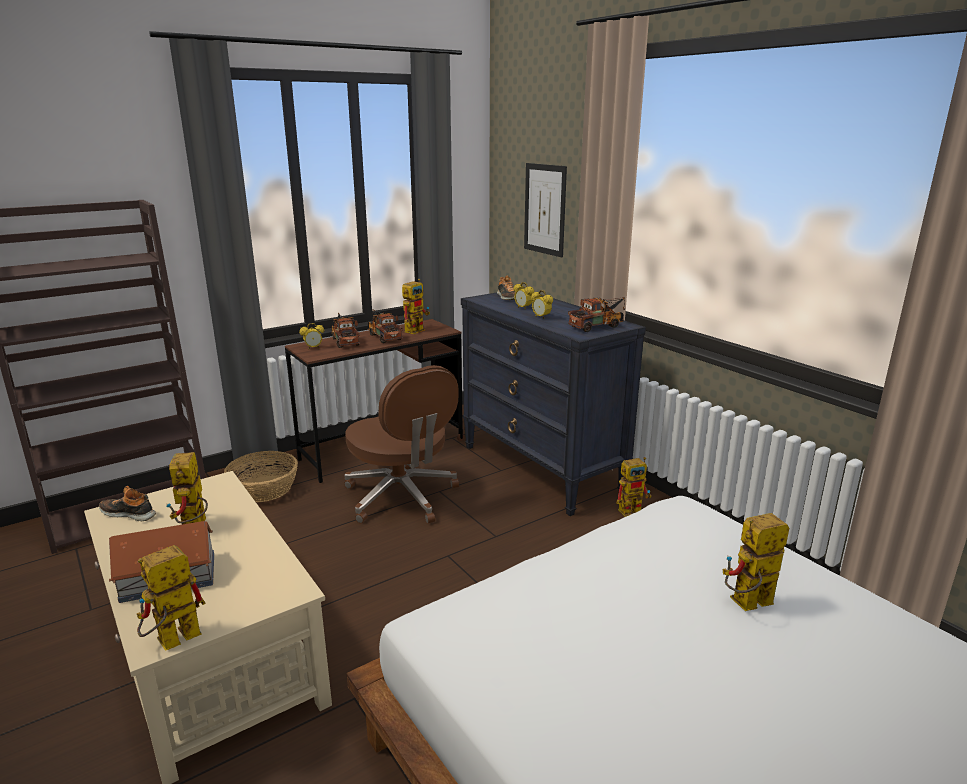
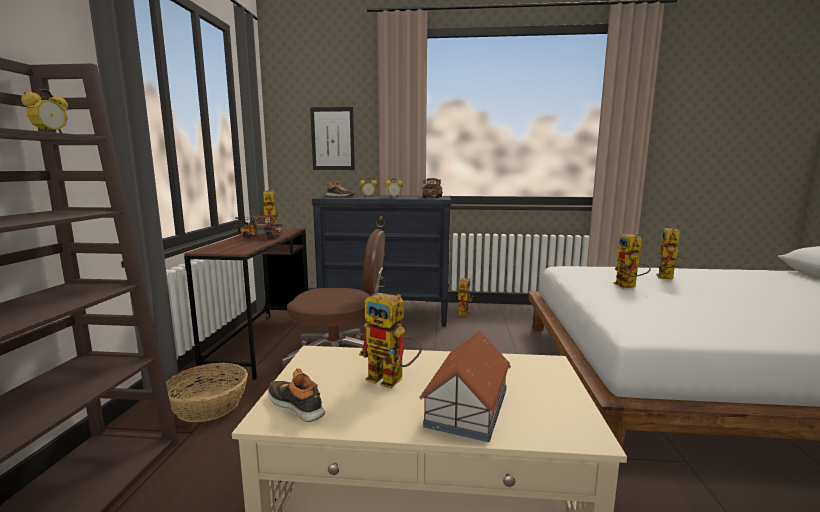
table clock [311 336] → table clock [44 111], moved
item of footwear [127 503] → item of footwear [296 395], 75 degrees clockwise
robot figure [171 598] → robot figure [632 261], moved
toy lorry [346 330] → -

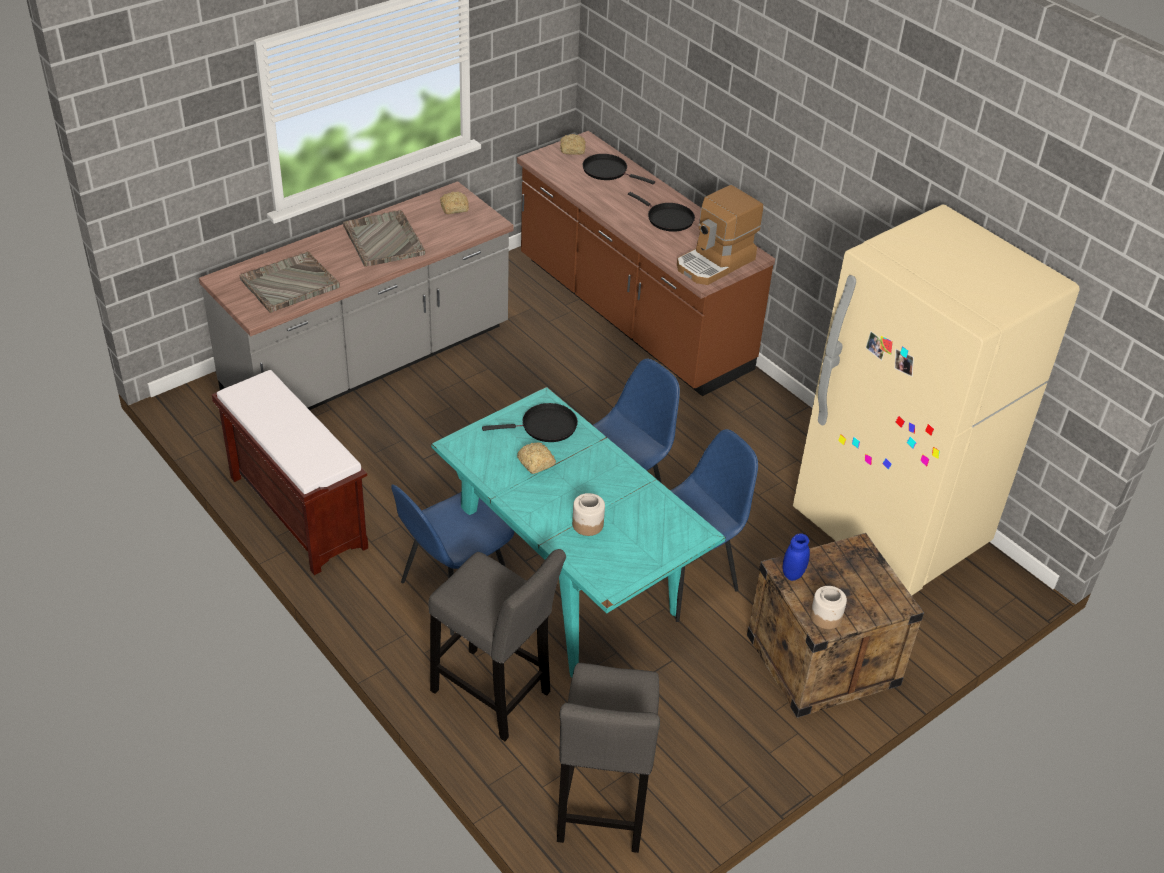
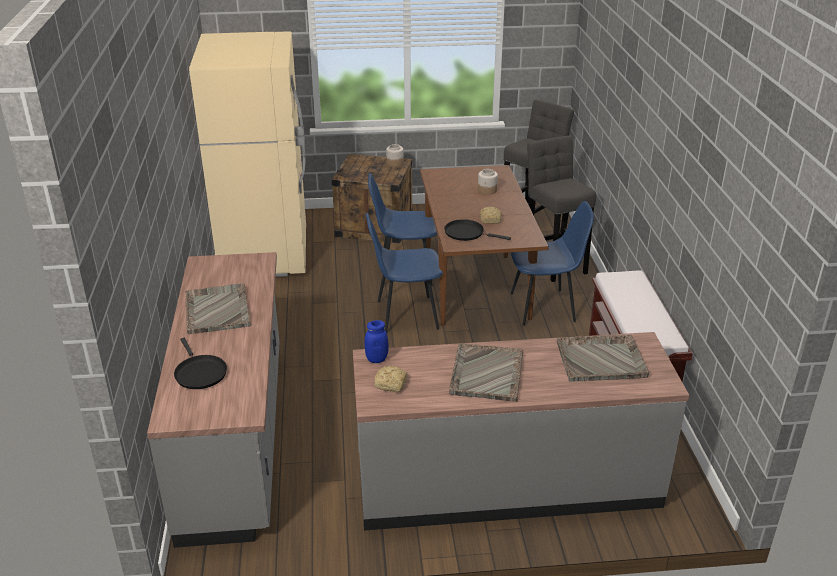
brown kitchen base unit [646 263] → grey kitchen base unit [213 400]
black frying pan [661 212] → grey serving tray [218 308]
blue storage jar [796 557] → blue storage jar [376 341], moved
turquoise kitchen table [578 532] → brown kitchen table [484 245]
bread [573 144] → -
coffee brewer [720 235] → -

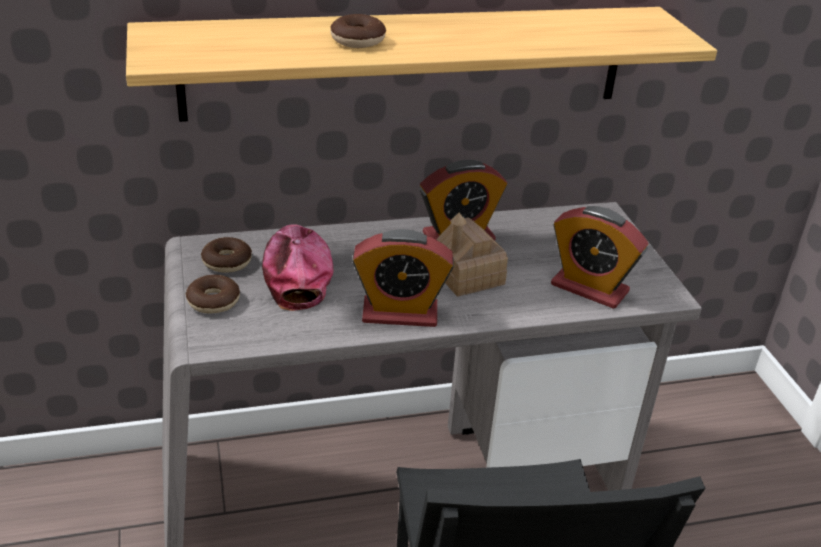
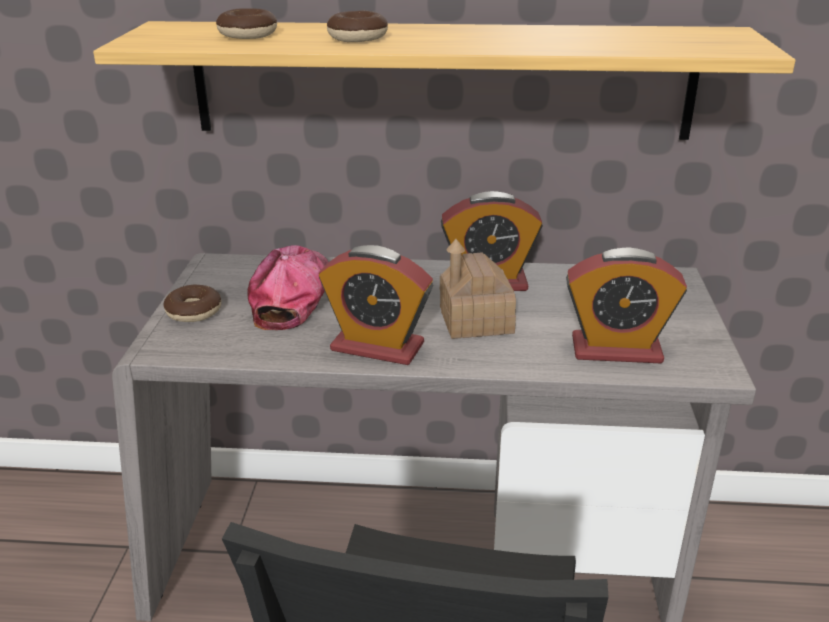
doughnut [226 255] → doughnut [246 23], moved
table clock [600 257] → table clock [626 305], 45 degrees counterclockwise

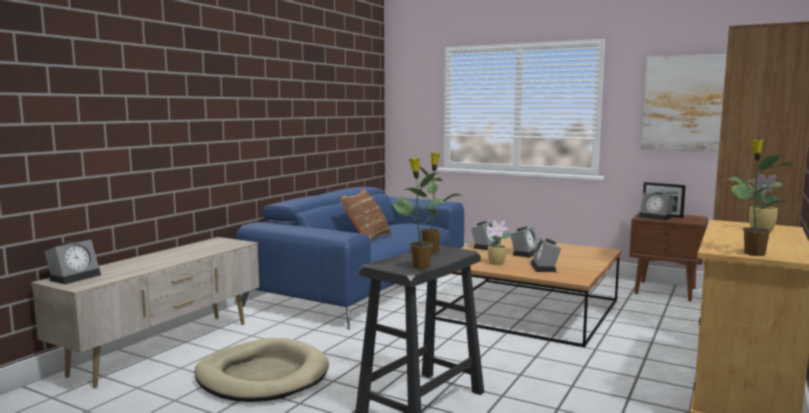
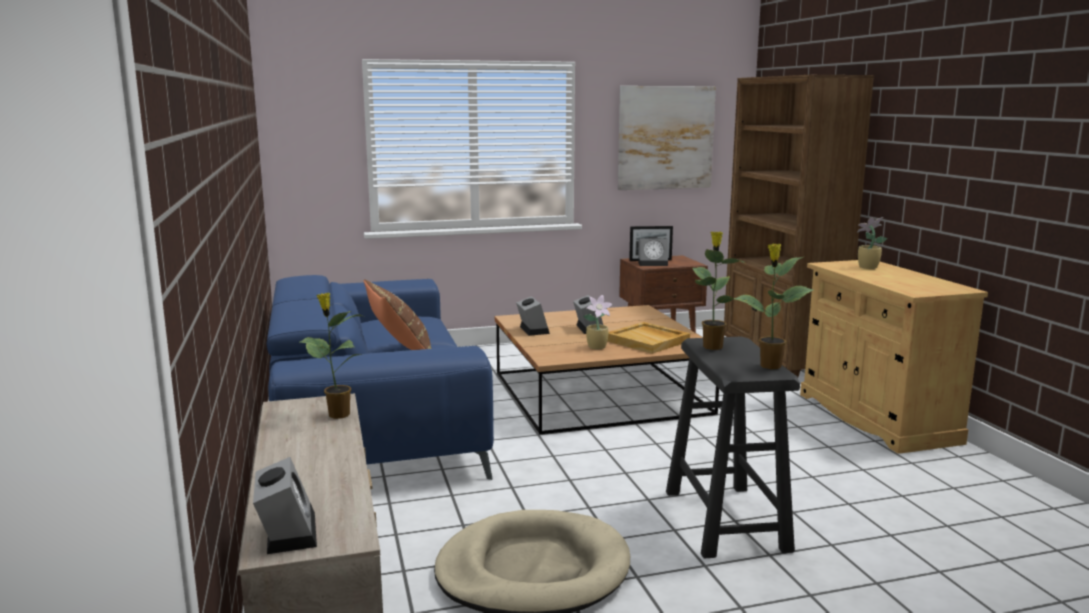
houseplant [761 197] → houseplant [331 356], moved
table clock [546 254] → beige serving tray [649 338]

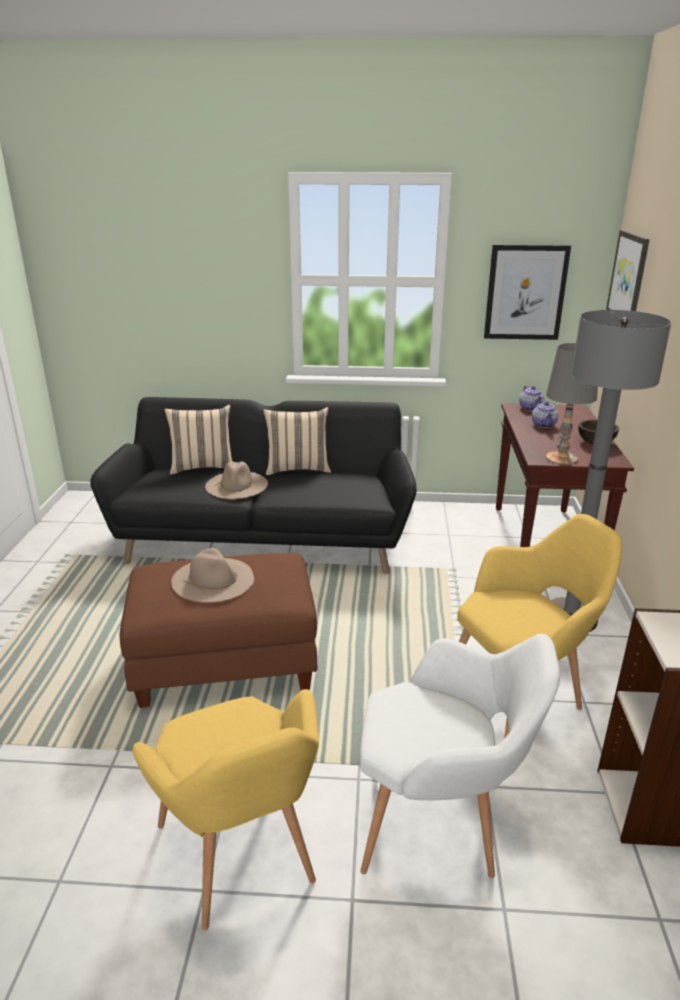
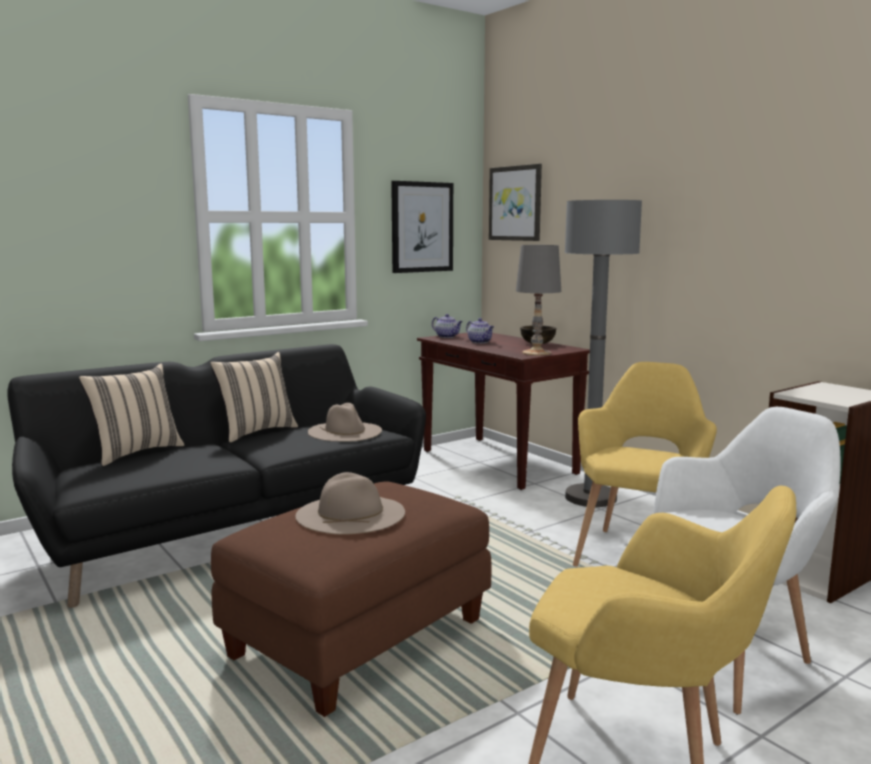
beige hat [236 480] → beige hat [345 422], moved

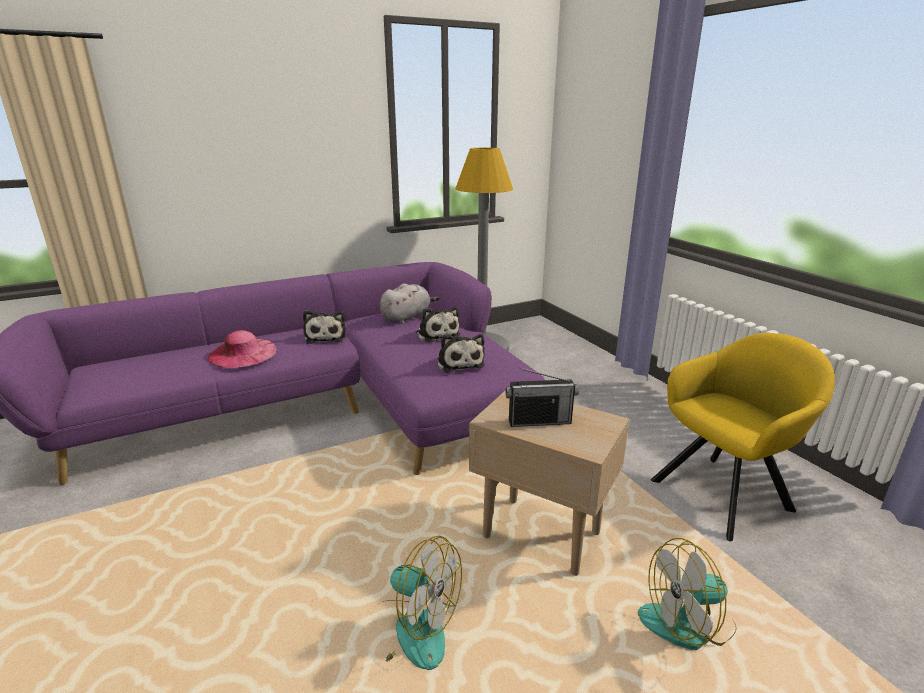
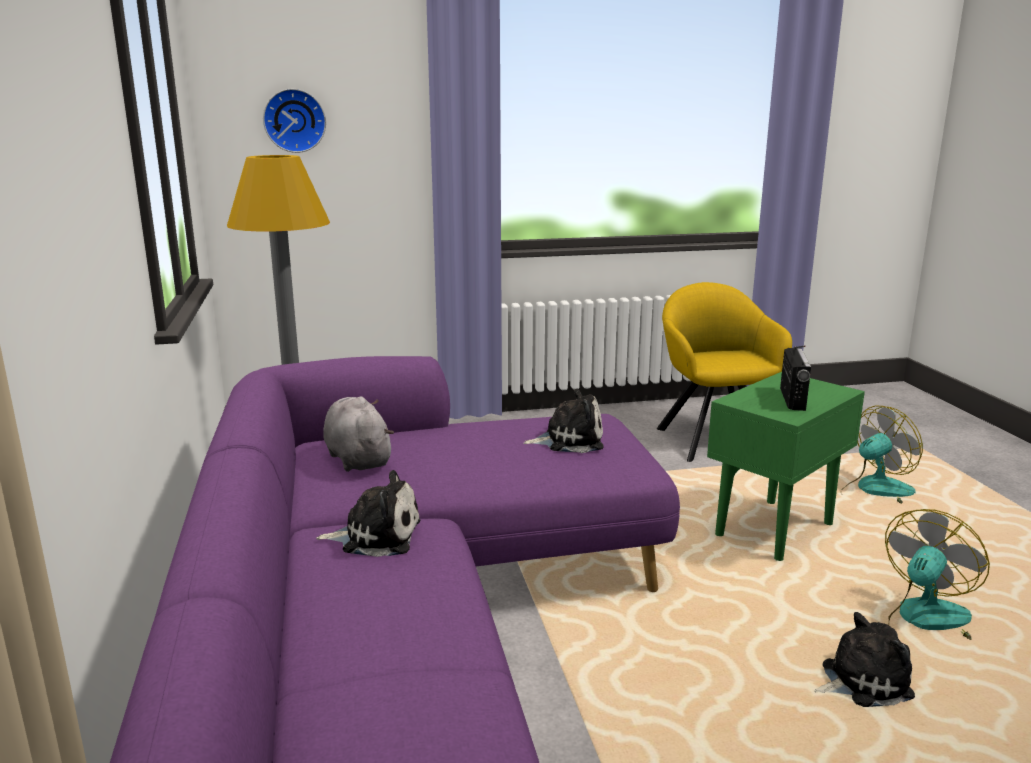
- → hanging clock [294 121]
beige side table [549 481] → greenish side table [786 466]
soft toy [438 325] → soft toy [864 659], moved
fan [687 594] → fan [882 454], 120 degrees counterclockwise
pink-coloured hat [242 349] → -

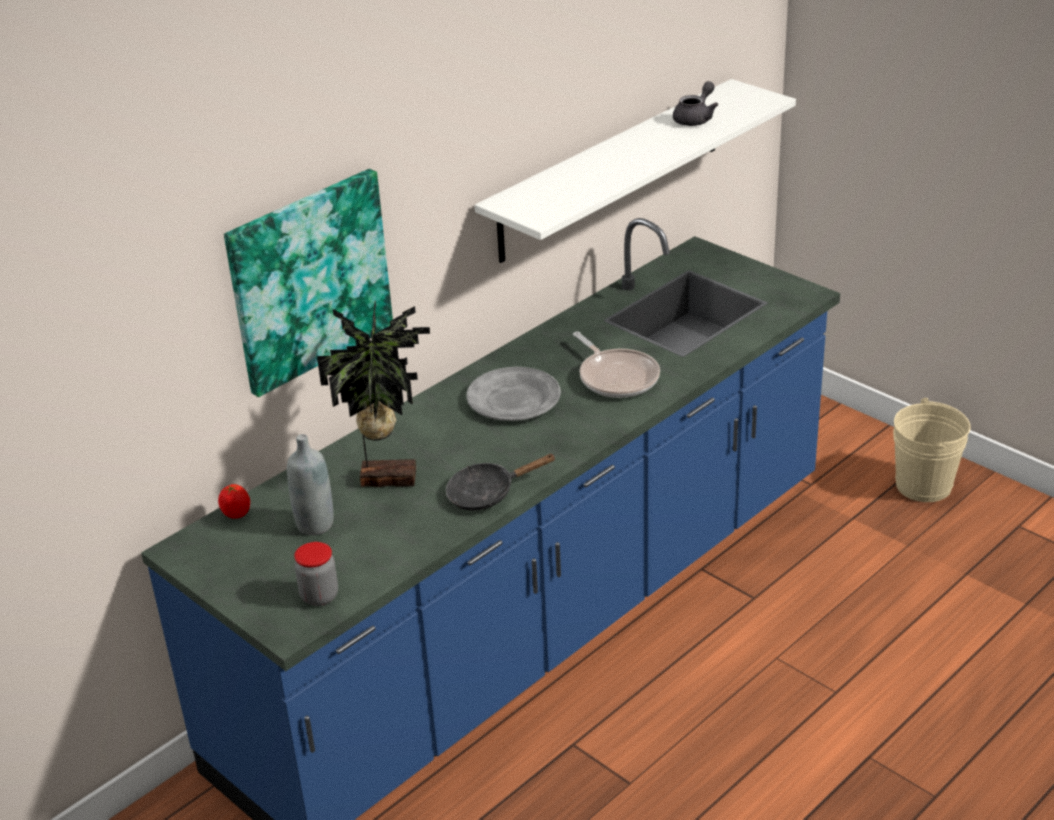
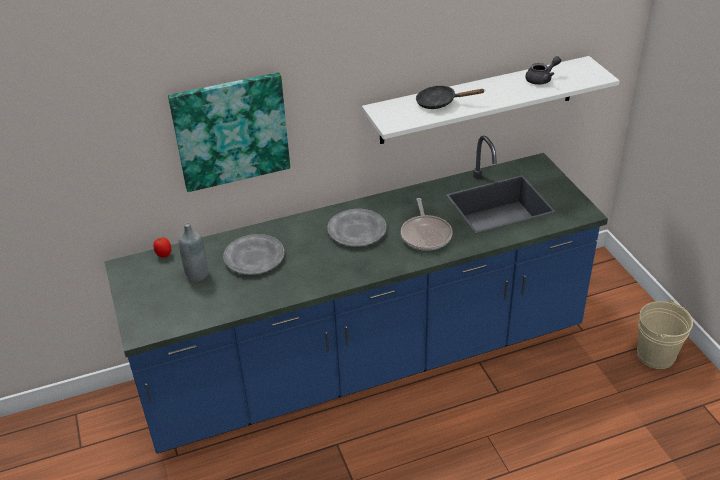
houseplant [373 394] → grey dinner plate [254 254]
black frying pan [501 482] → black frying pan [450 97], moved
storage jar [316 574] → -

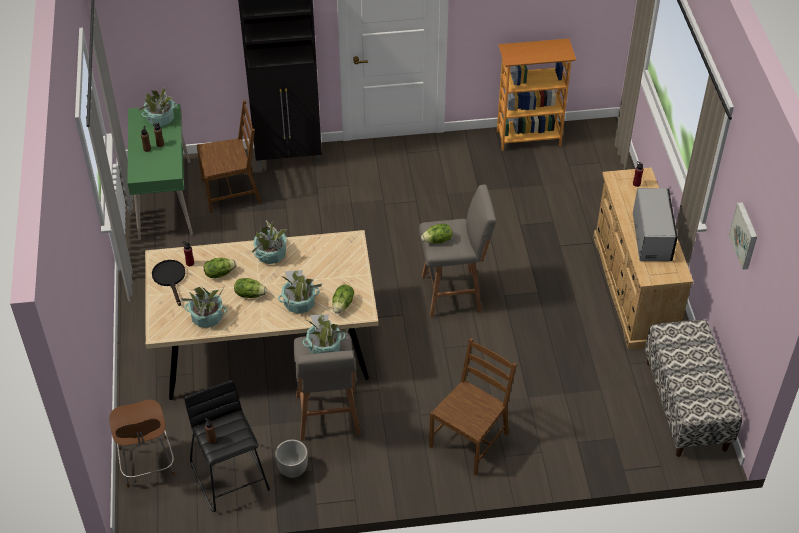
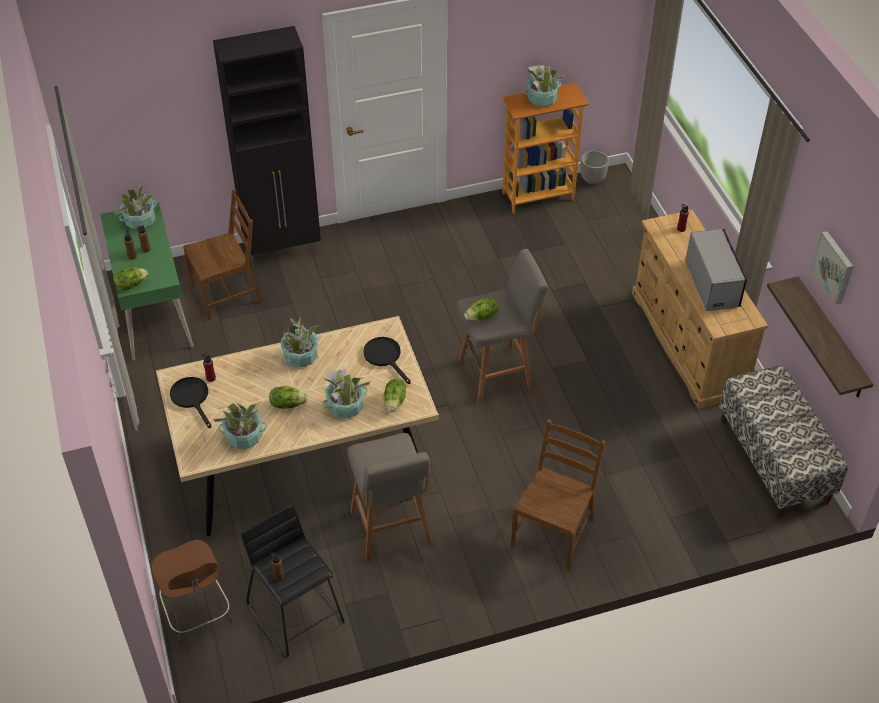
head of lettuce [220 268] → head of lettuce [130 278], moved
- → black frying pan [387 360]
houseplant [325 334] → houseplant [544 86], moved
planter [291 459] → planter [595 168], moved
- → bracket shelf [820 337]

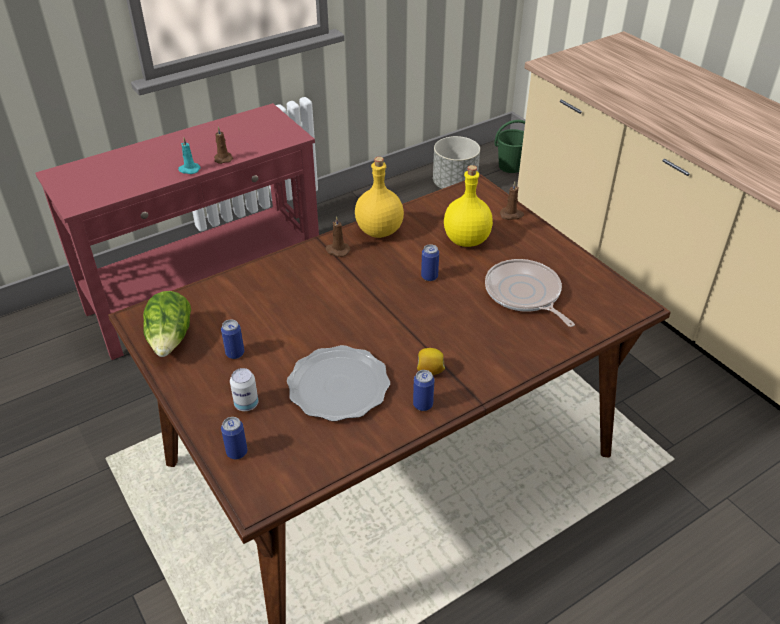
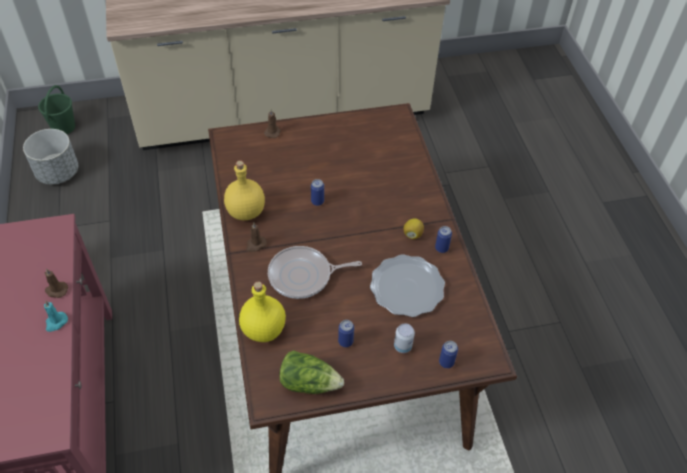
yellowish bottle [468 206] → yellowish bottle [262 311], moved
frying pan [530 293] → frying pan [315 272], moved

